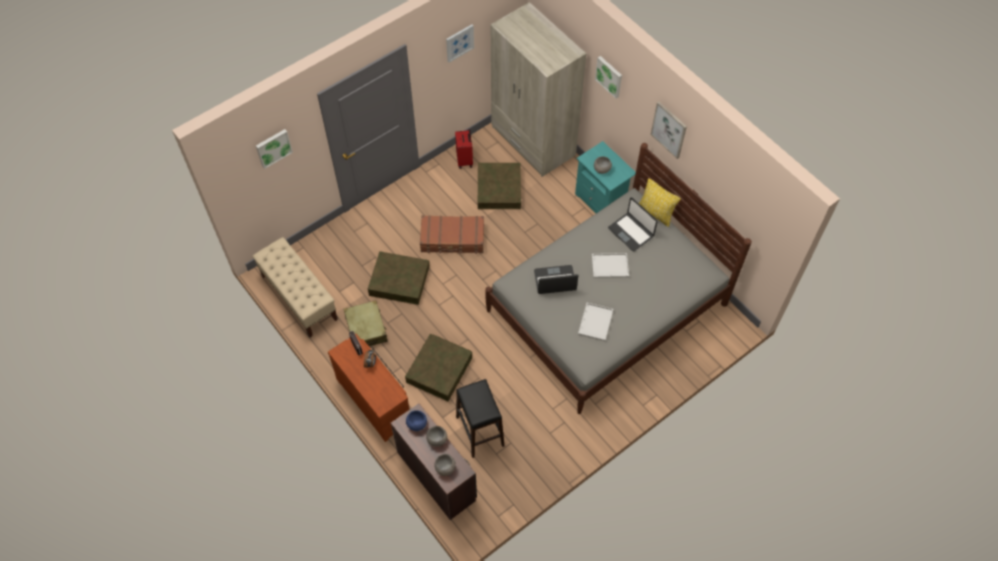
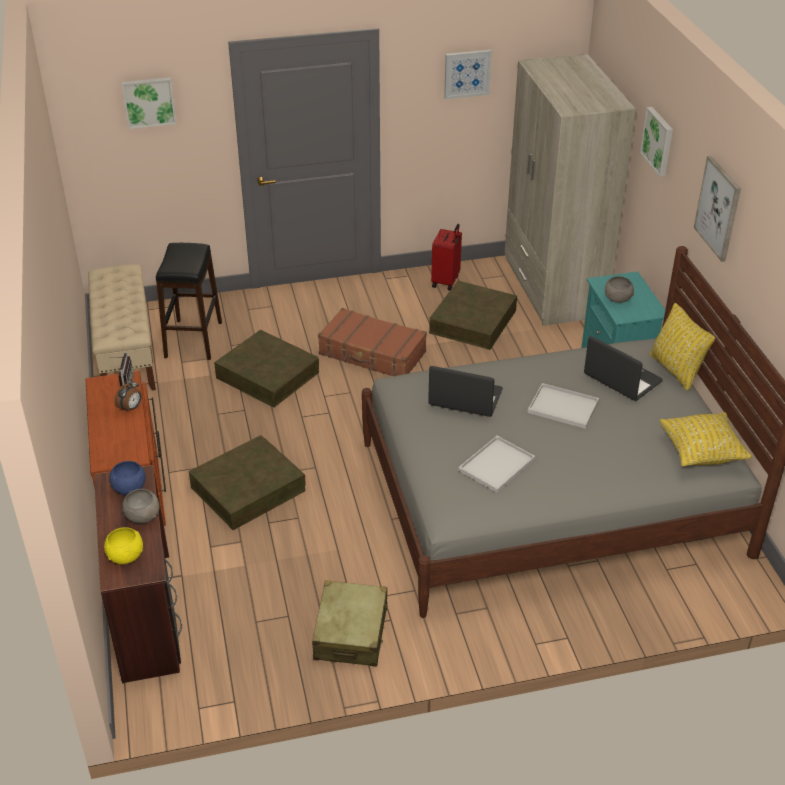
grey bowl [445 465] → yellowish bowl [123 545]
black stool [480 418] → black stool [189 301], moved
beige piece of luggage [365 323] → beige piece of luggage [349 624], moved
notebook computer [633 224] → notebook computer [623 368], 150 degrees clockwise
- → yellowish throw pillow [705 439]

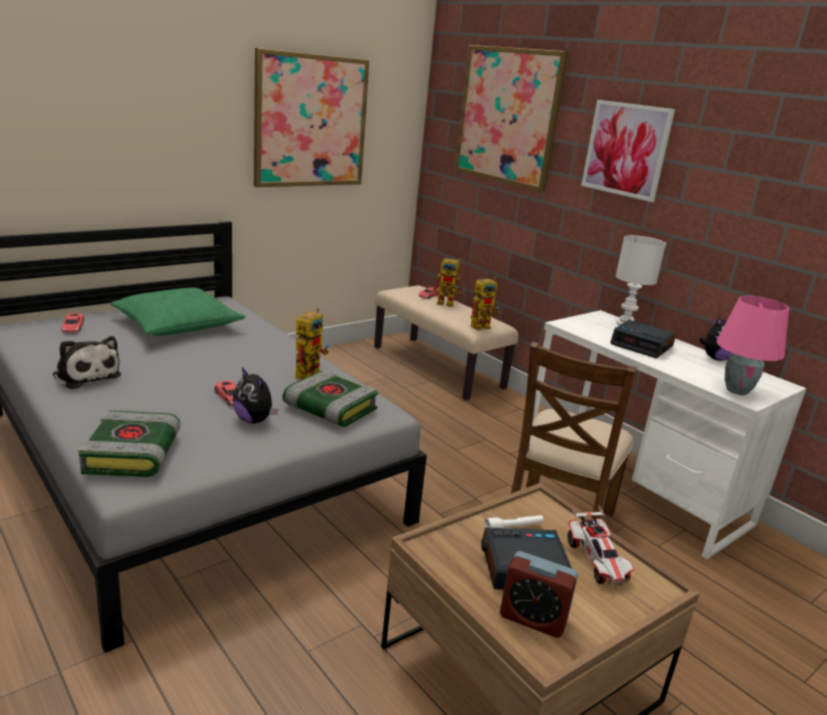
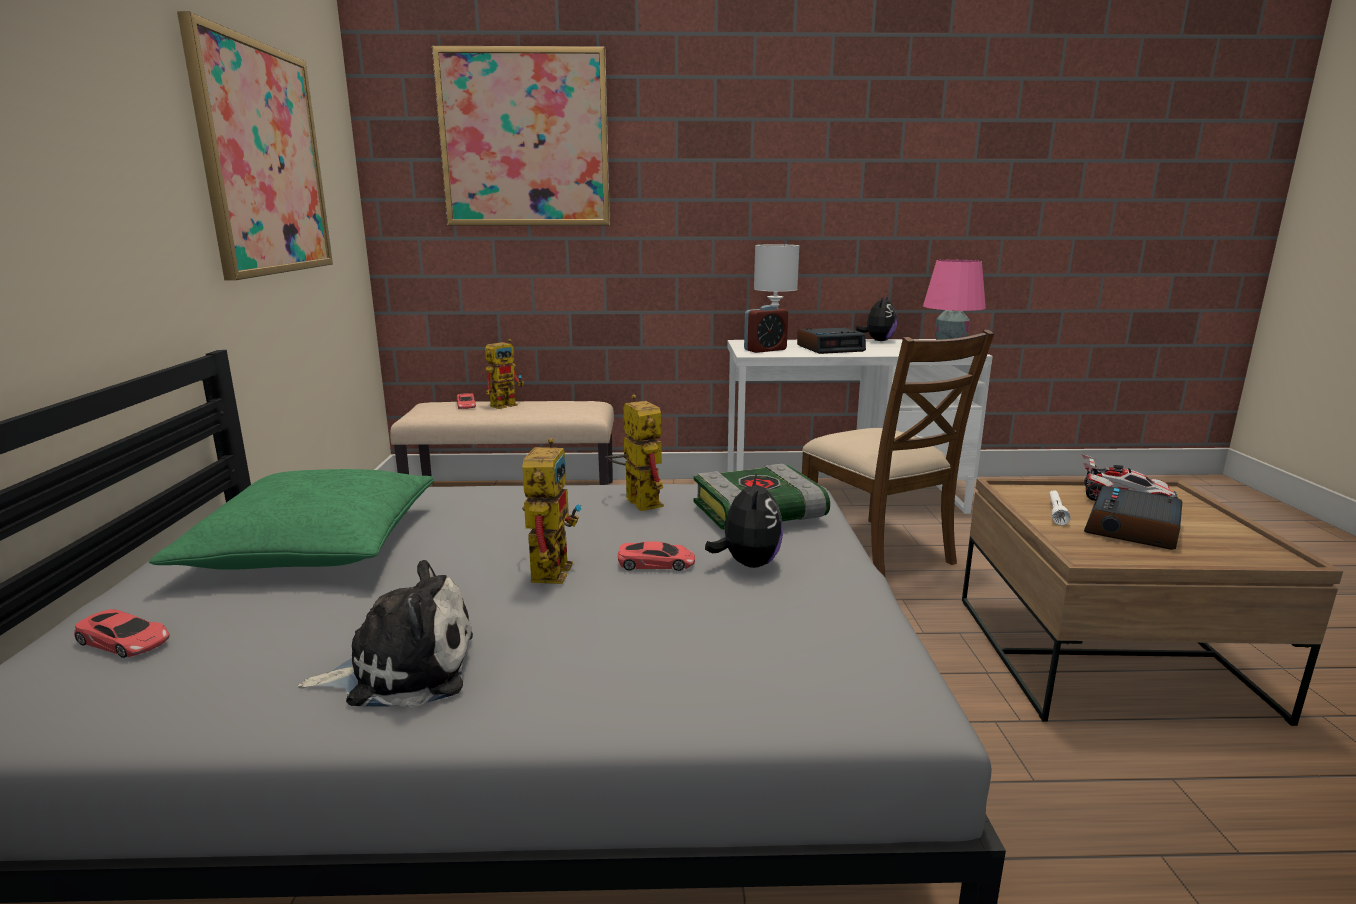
robot figure [484 304] → robot figure [551 511], moved
soft toy [255 395] → soft toy [744 520], 75 degrees counterclockwise
table clock [539 594] → table clock [766 329], moved
volume [129 443] → -
picture [628 151] → -

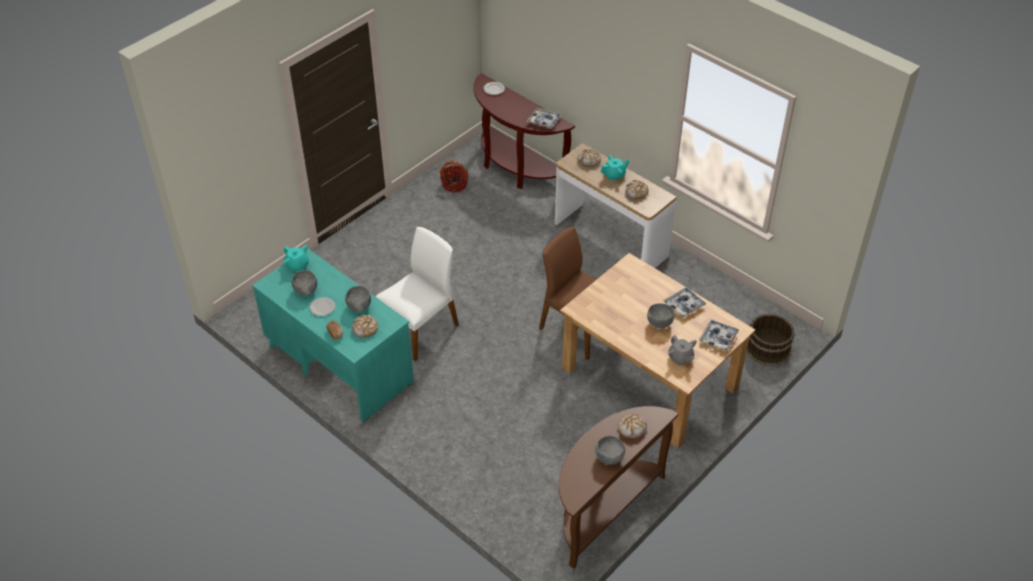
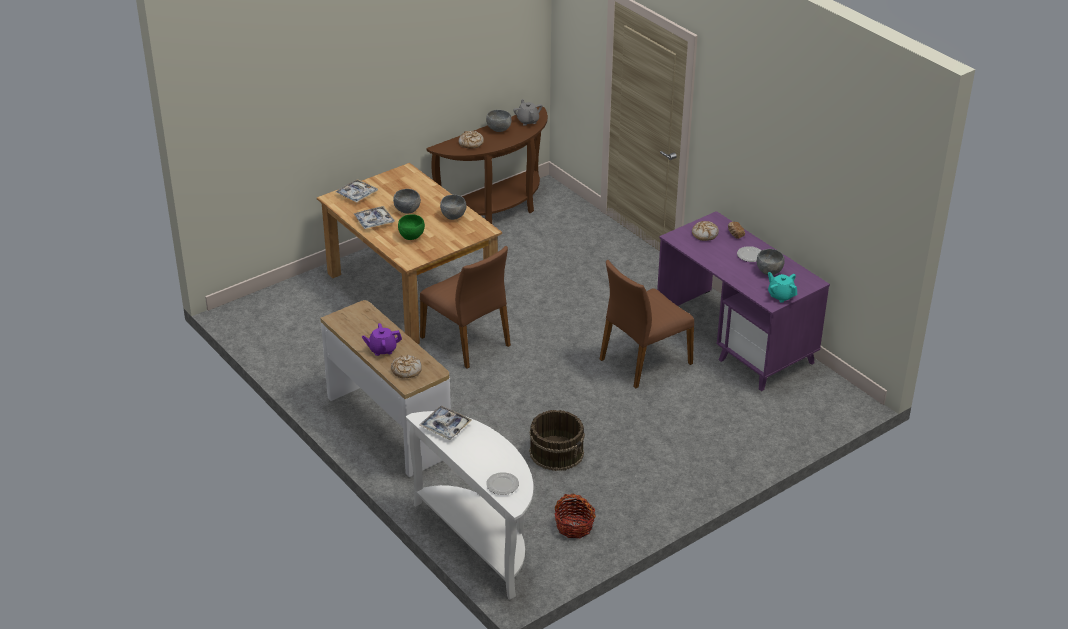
turquoise teapot [615 168] → purplish teapot [382 339]
- → greenish bowl [411 227]
brown narrow table [524 131] → whitish narrow table [469 505]
grey bowl [358 299] → grey bowl [453 207], moved
grey teapot [682 350] → grey teapot [528 112], moved
brown bucket [770 340] → brown bucket [557 440], moved
whitish upright chair [417 294] → brown upright chair [647 324]
turquoise desk unit [333 335] → purplish desk unit [743 301]
bread [637 190] → -

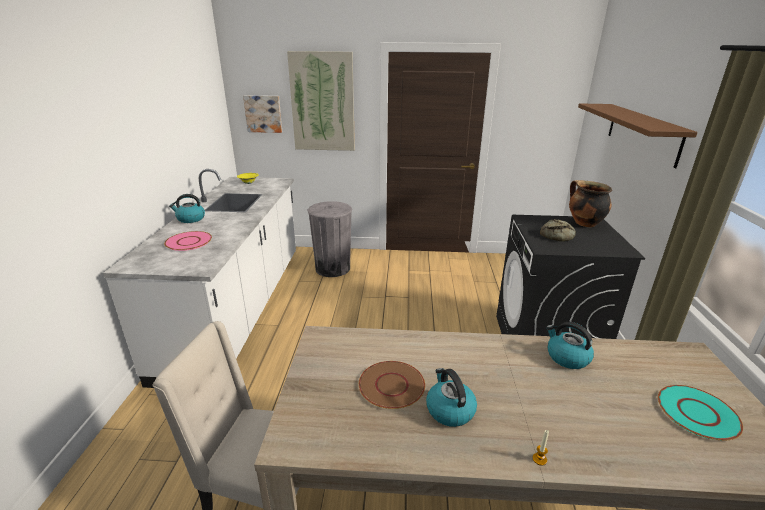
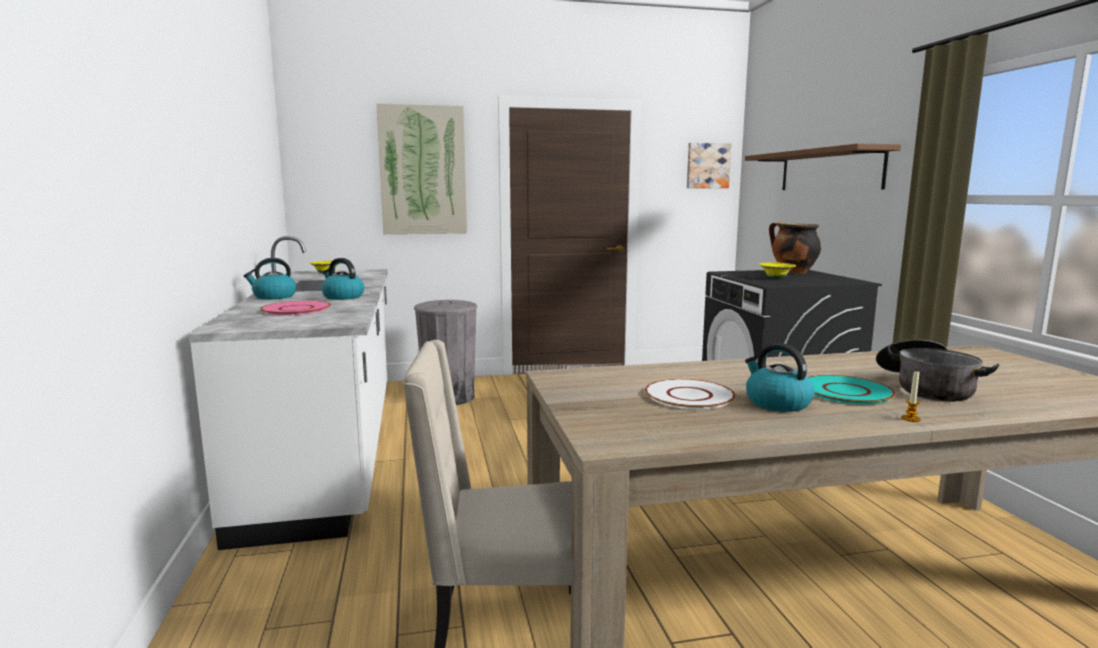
tea kettle [570 345] → tea kettle [343 279], moved
brown dinner plate [392 385] → whitish dinner plate [690 394]
picture [262 114] → picture [709 165], moved
bread [558 230] → yellowish bowl [777 270]
turquoise dinner plate [700 413] → turquoise dinner plate [852 389], moved
- → cooking pot [937 370]

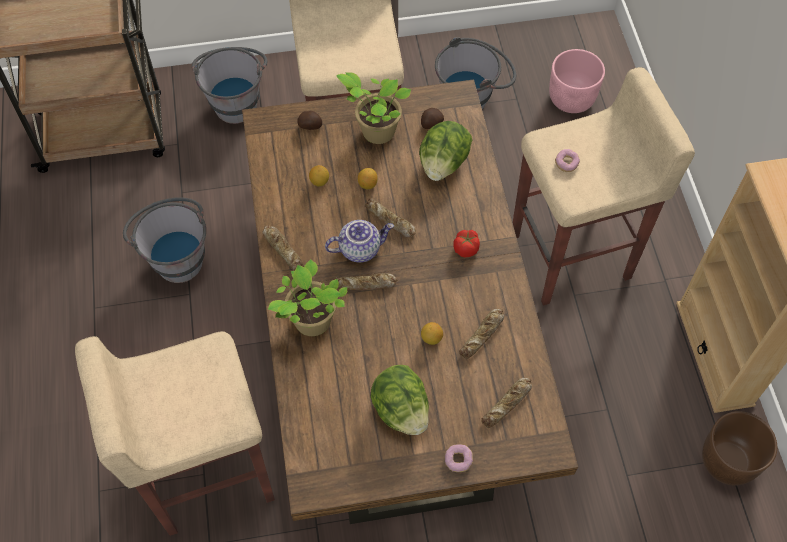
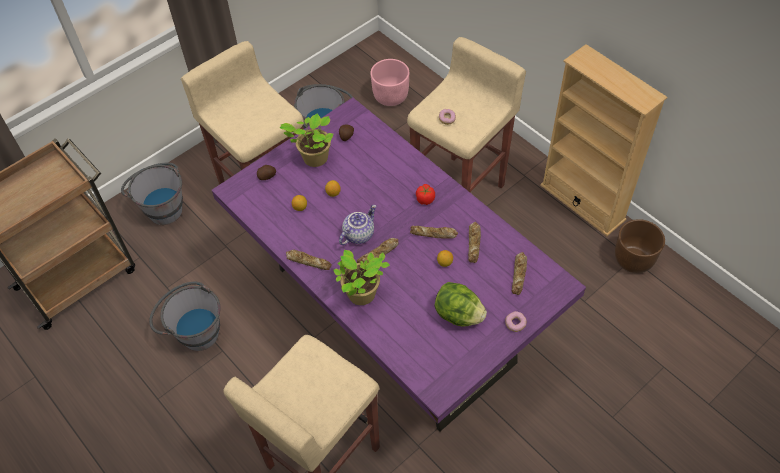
brown kitchen table [410 301] → purplish kitchen table [399 264]
bread [390 217] → bread [434 232], moved
head of lettuce [445 151] → -

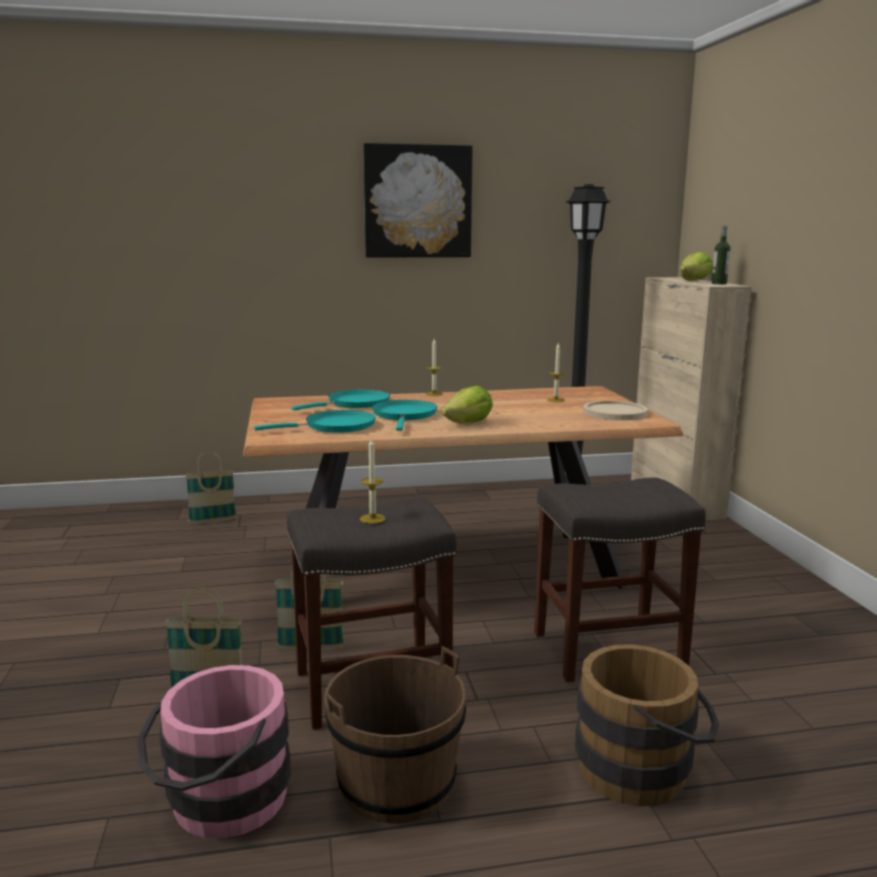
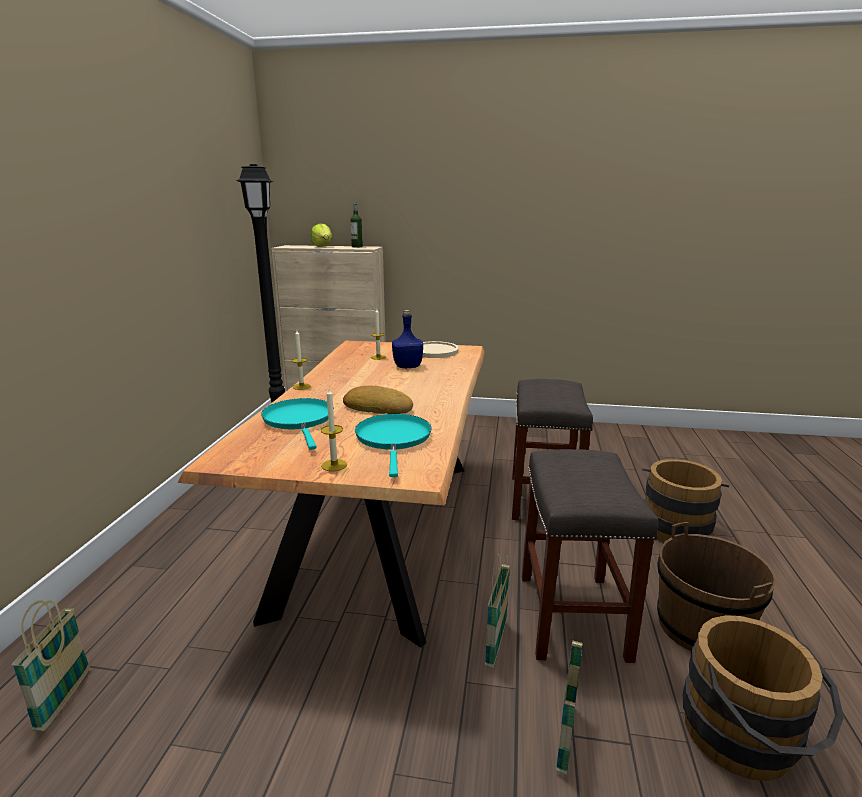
wax candle [373 480] → wax candle [334 429], moved
turquoise frying pan [404 415] → bread [378 399]
- → blue bottle [407 339]
pink-coloured bucket [214 752] → brown bucket [763 698]
picture [418 200] → -
head of lettuce [467 405] → -

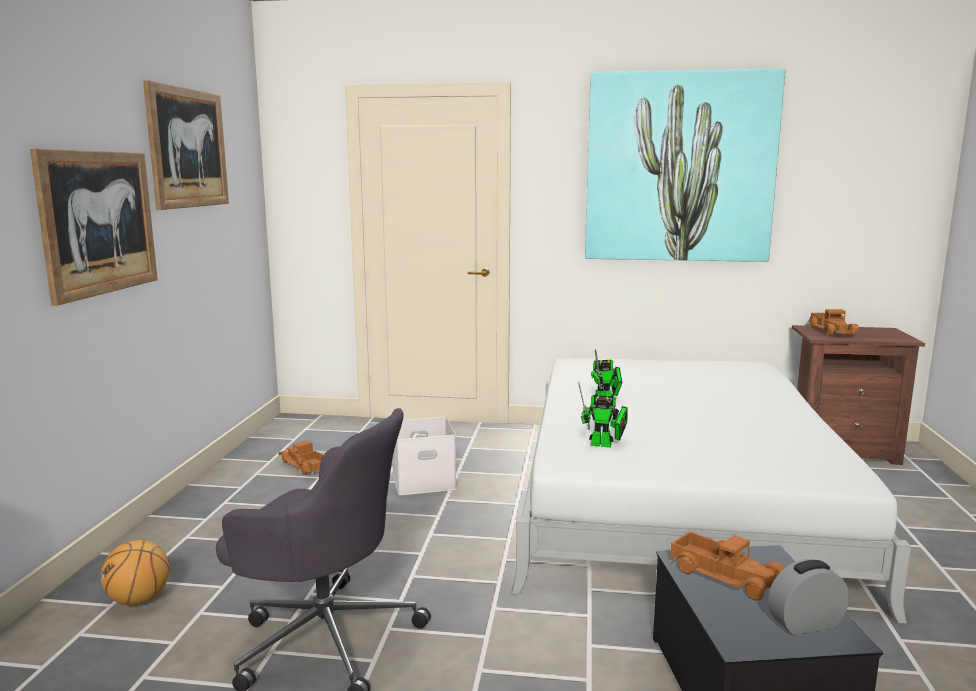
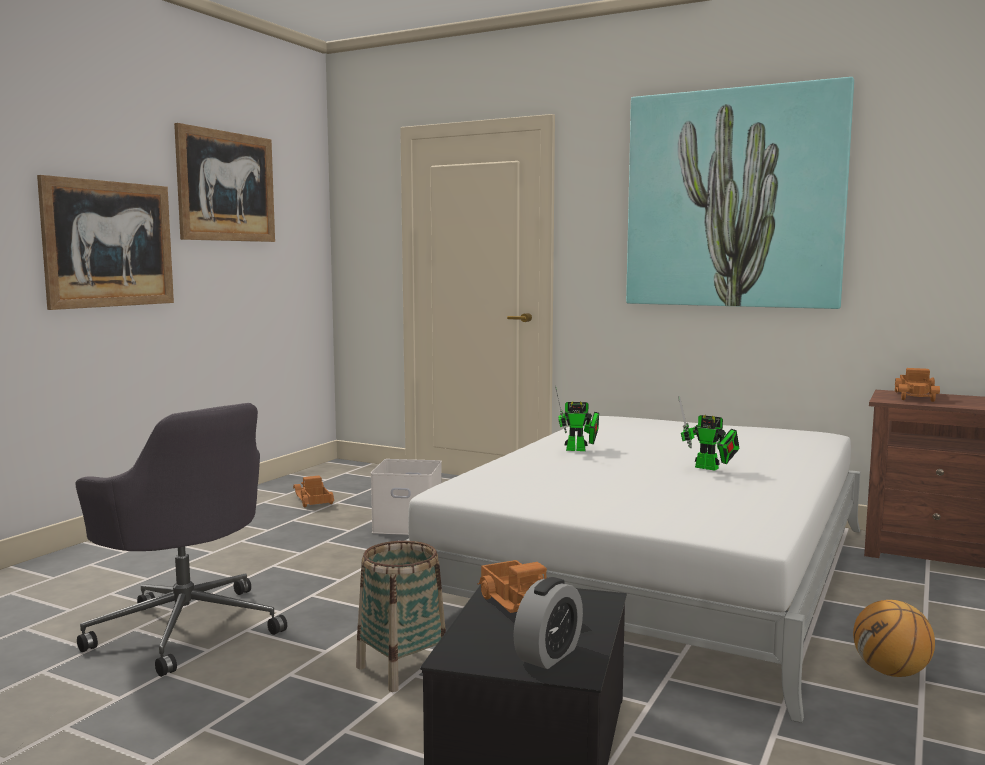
- → basket [401 616]
table clock [808 597] → table clock [548 623], 120 degrees clockwise
robot figure [603 414] → robot figure [709 434], moved
basketball [135 572] → basketball [894 638], moved

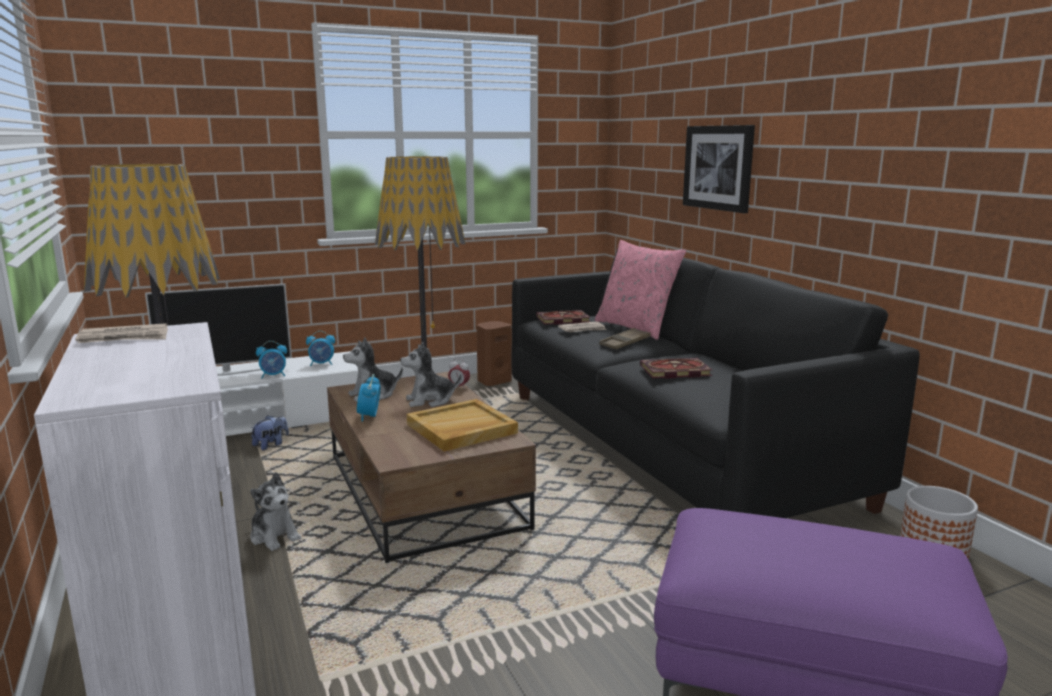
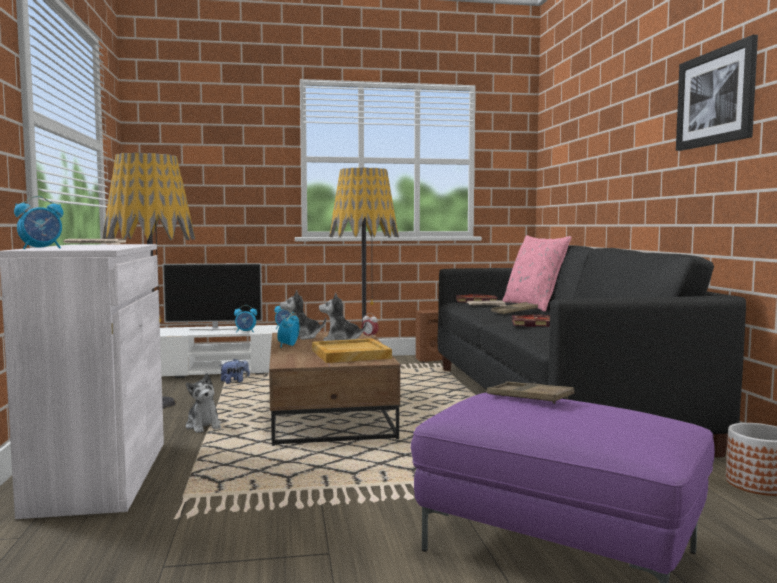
- → table clock [38 222]
- → brown serving tray [530 393]
picture [719 169] → picture [717 93], moved

